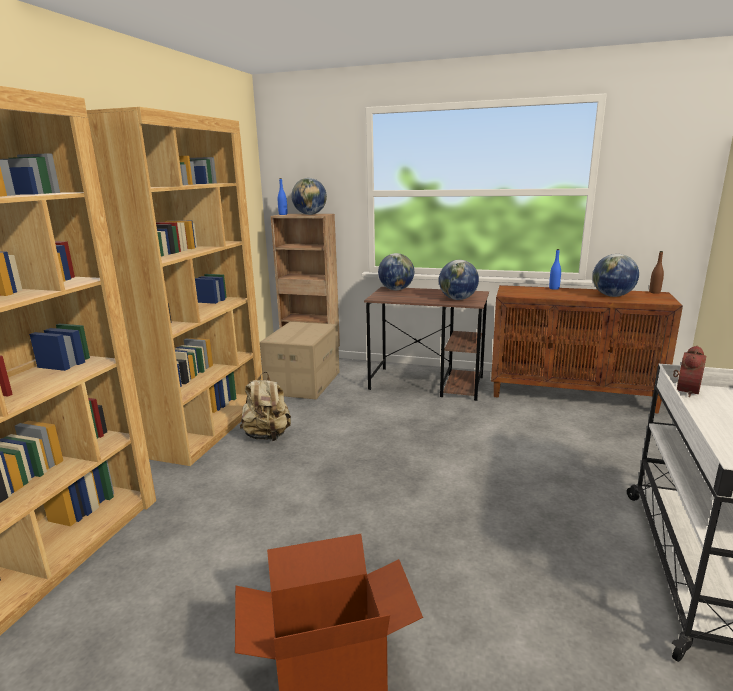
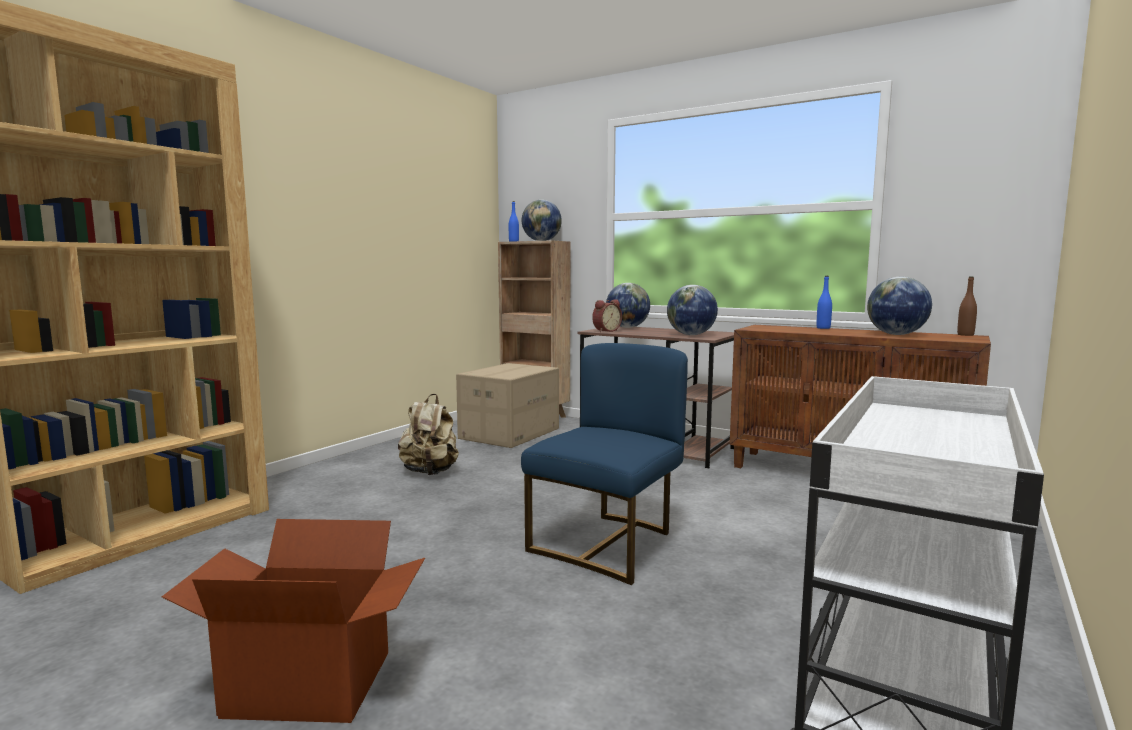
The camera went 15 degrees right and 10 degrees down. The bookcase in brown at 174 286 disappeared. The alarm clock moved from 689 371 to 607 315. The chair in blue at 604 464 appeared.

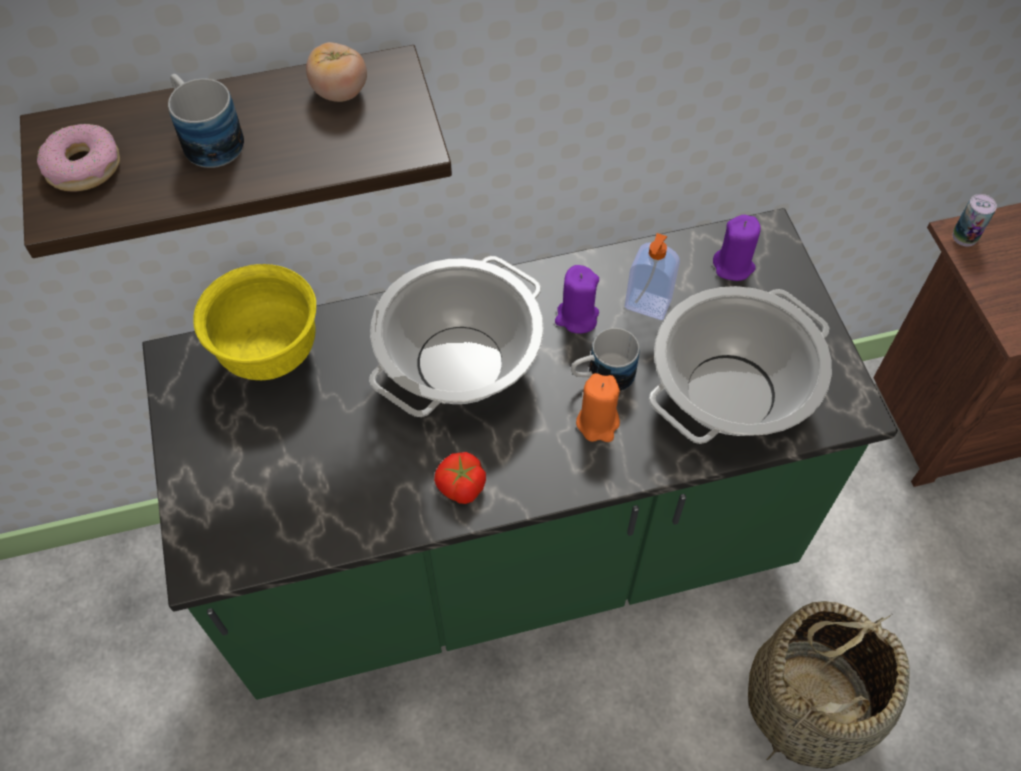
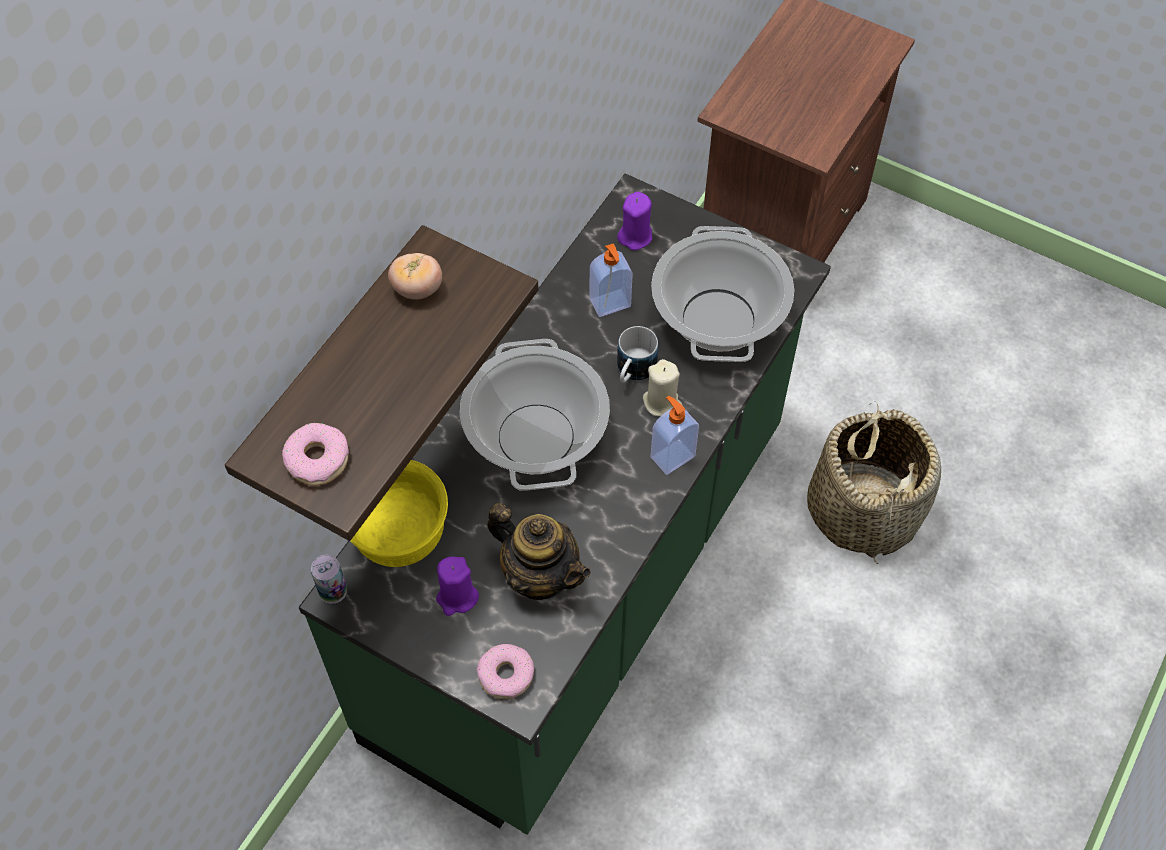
The camera went 45 degrees left and 0 degrees up. The mug at 206 121 disappeared. The tomato at 460 478 disappeared. The candle in purple moved from 577 299 to 457 586. The candle in orange at 598 407 became the candle in beige at 663 387. The can moved from 975 220 to 329 579. The donut at 505 671 appeared. The teapot at 539 551 appeared. The soap dispenser at 674 435 appeared.

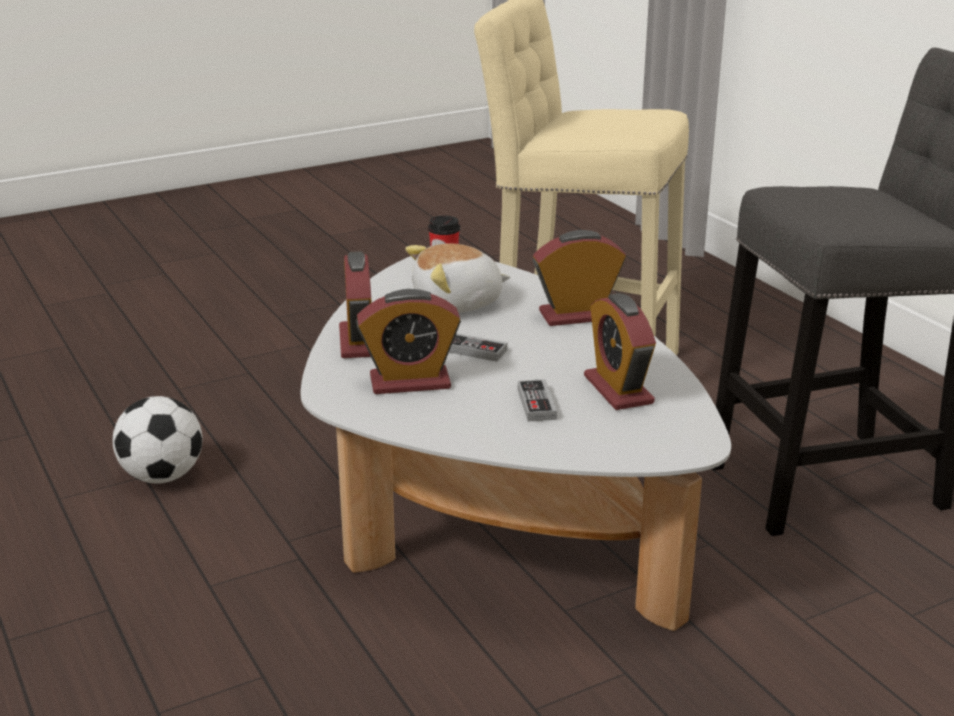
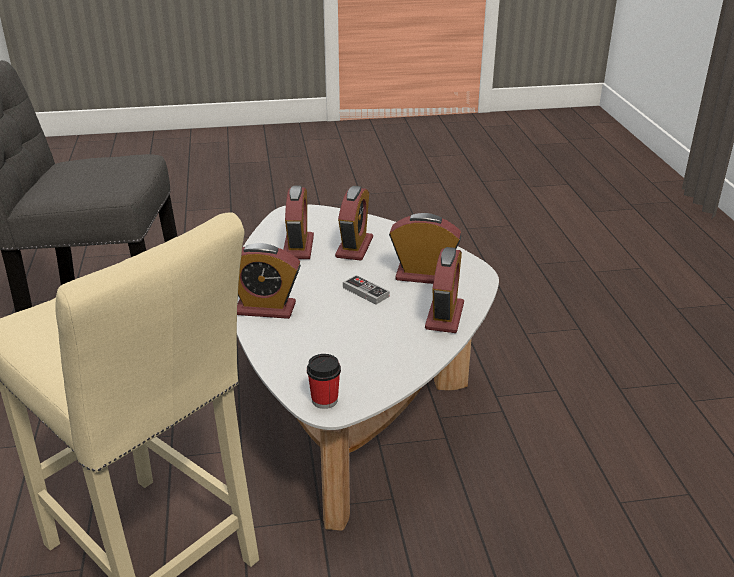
The camera went 160 degrees left and 5 degrees up. The football at 157 439 disappeared. The plush toy at 457 278 disappeared. The game controller at 537 400 was replaced by the alarm clock at 354 223.

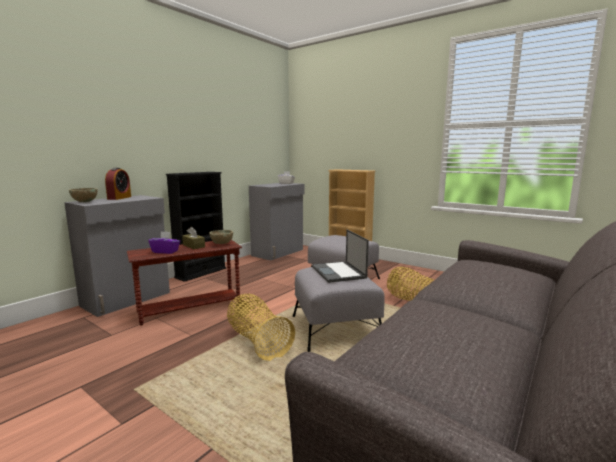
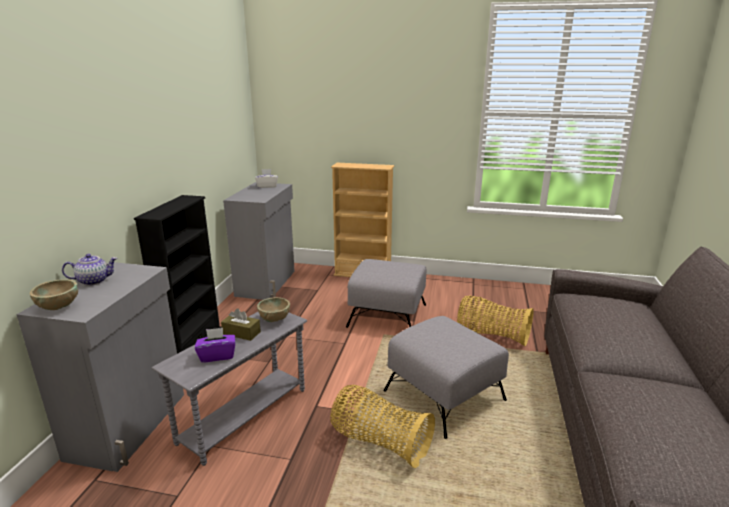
The camera went 25 degrees left and 10 degrees up. The alarm clock at 118 184 was replaced by the teapot at 89 270. The side table in brown at 184 283 became the side table in grey at 229 389. The laptop at 340 256 disappeared.

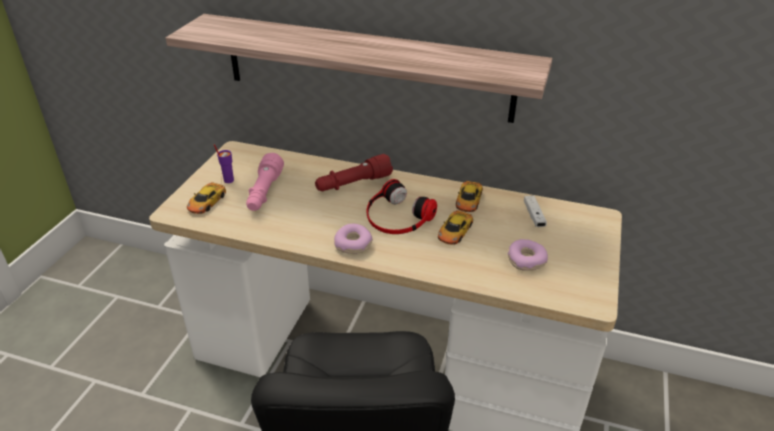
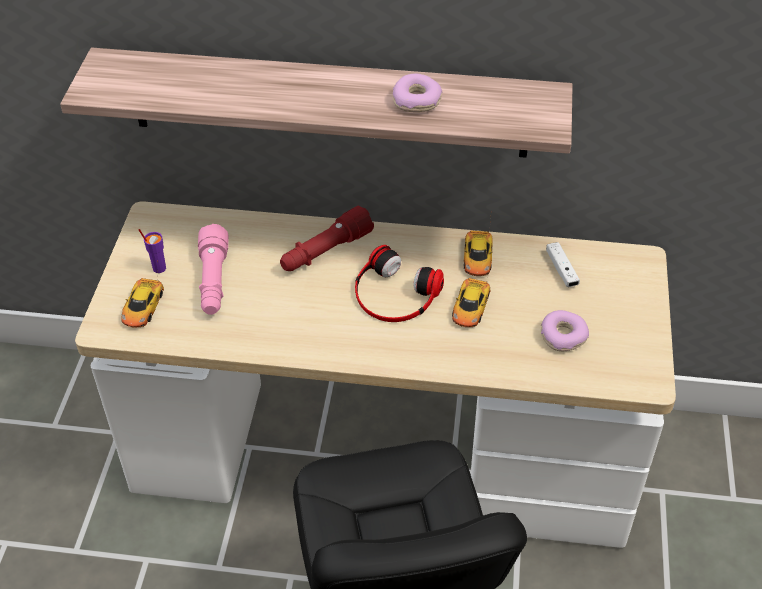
The camera went 10 degrees left and 10 degrees up. The donut moved from 353 239 to 417 92.

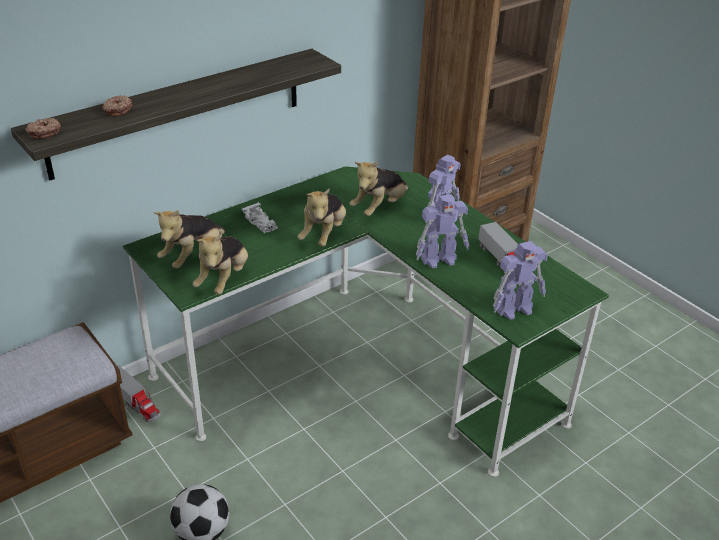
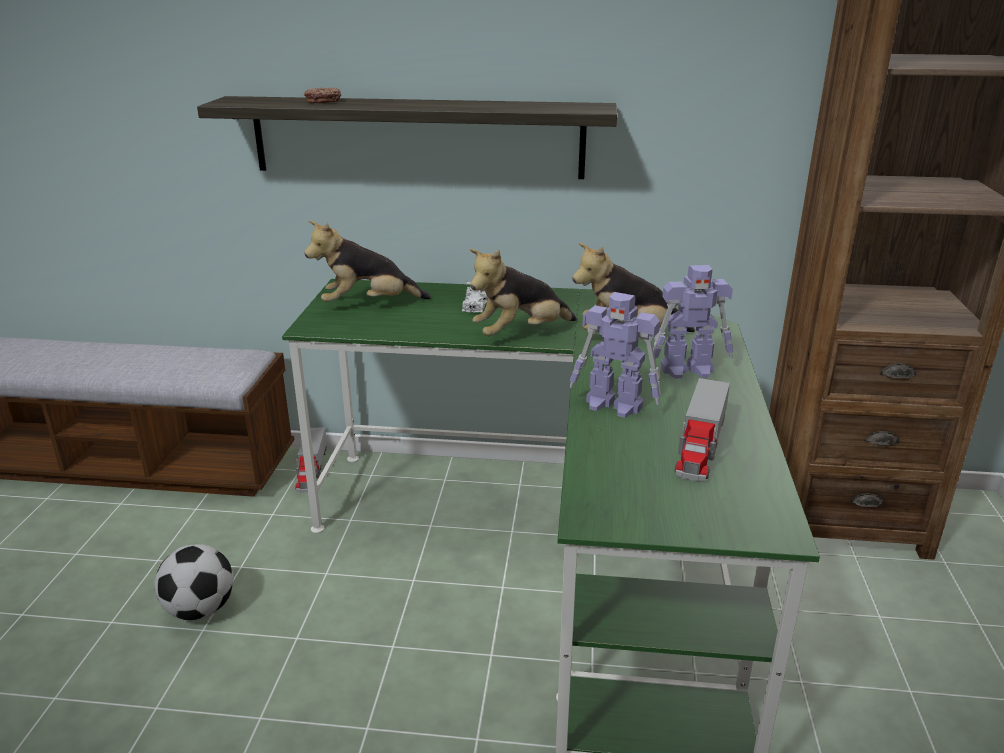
The camera went 45 degrees right and 10 degrees down. The donut at 43 128 disappeared. The plush toy at 220 264 disappeared. The toy robot at 520 280 disappeared.

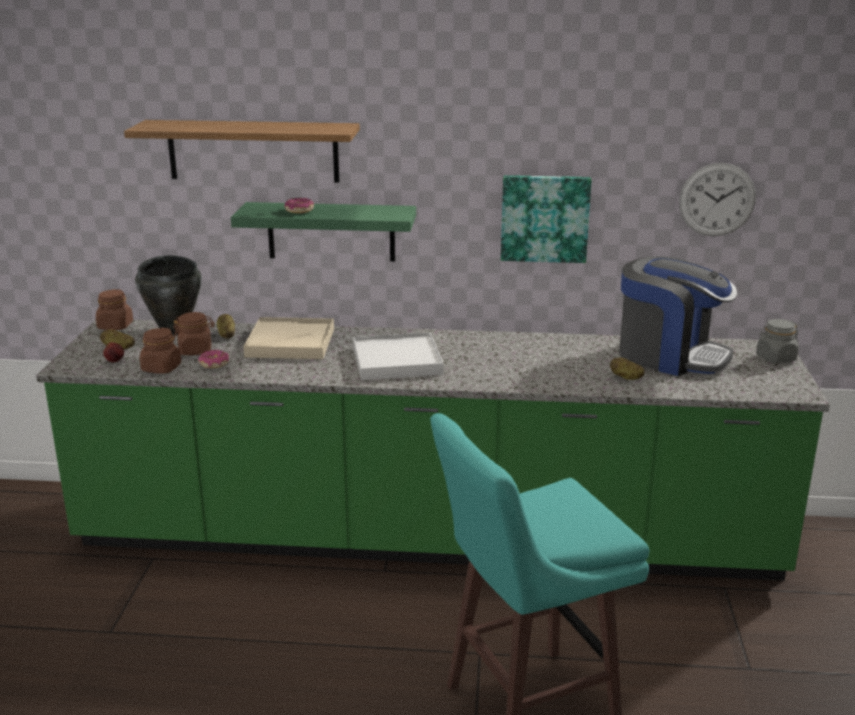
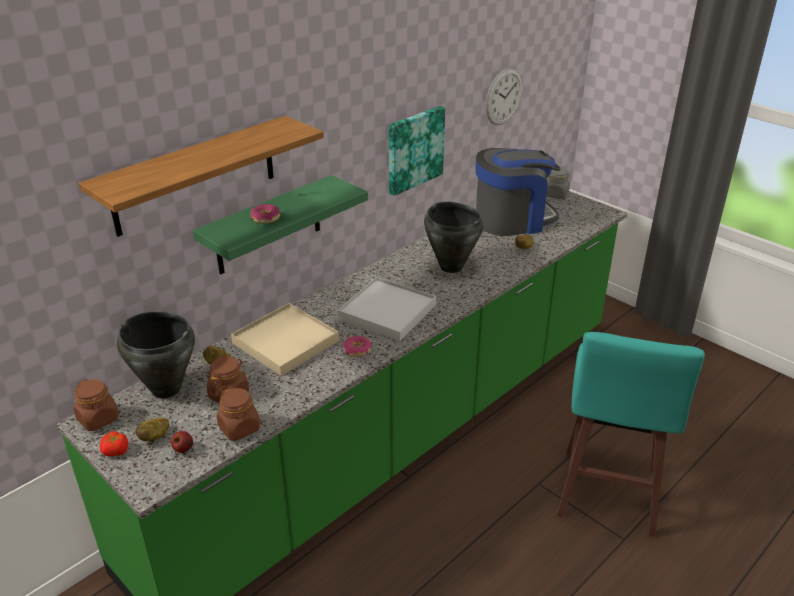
The camera went 50 degrees left and 10 degrees up. The donut moved from 213 359 to 357 346. The tomato at 114 444 appeared. The cooking pot in black at 453 237 appeared.

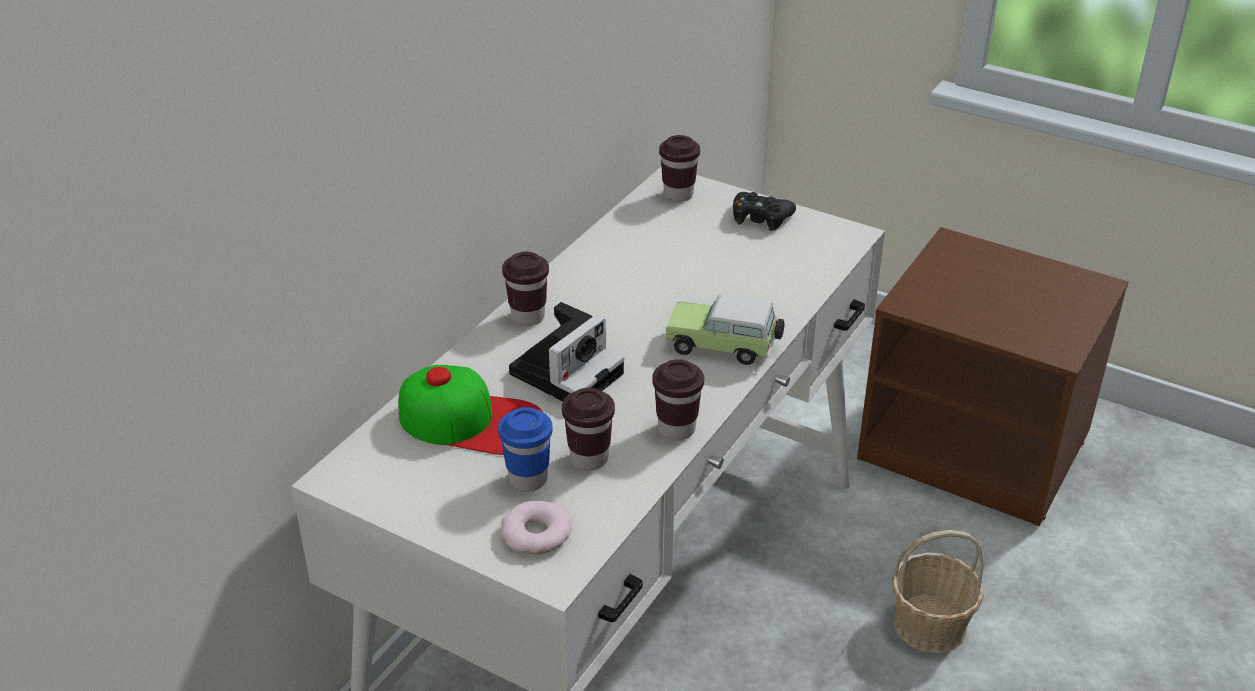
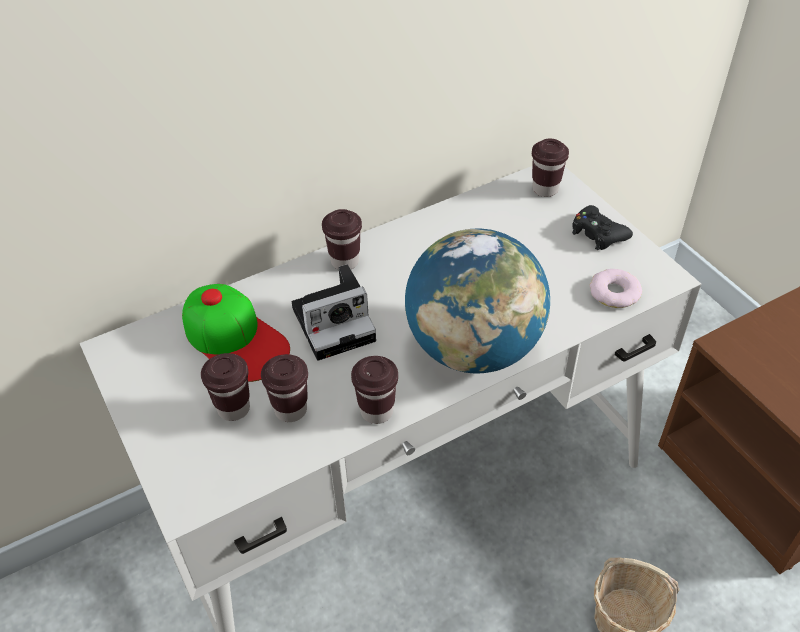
The camera went 30 degrees right and 10 degrees up. The cup in blue at 525 449 became the cup in brown at 225 387. The donut moved from 536 527 to 615 288. The toy car at 725 330 was replaced by the globe at 477 301.

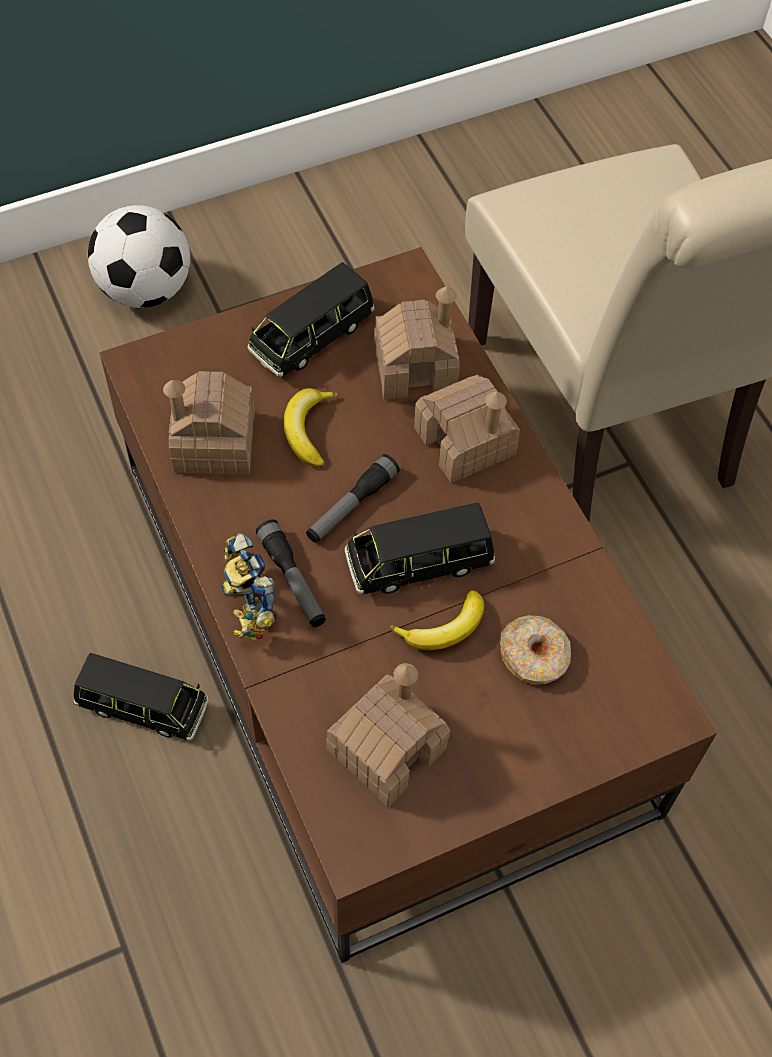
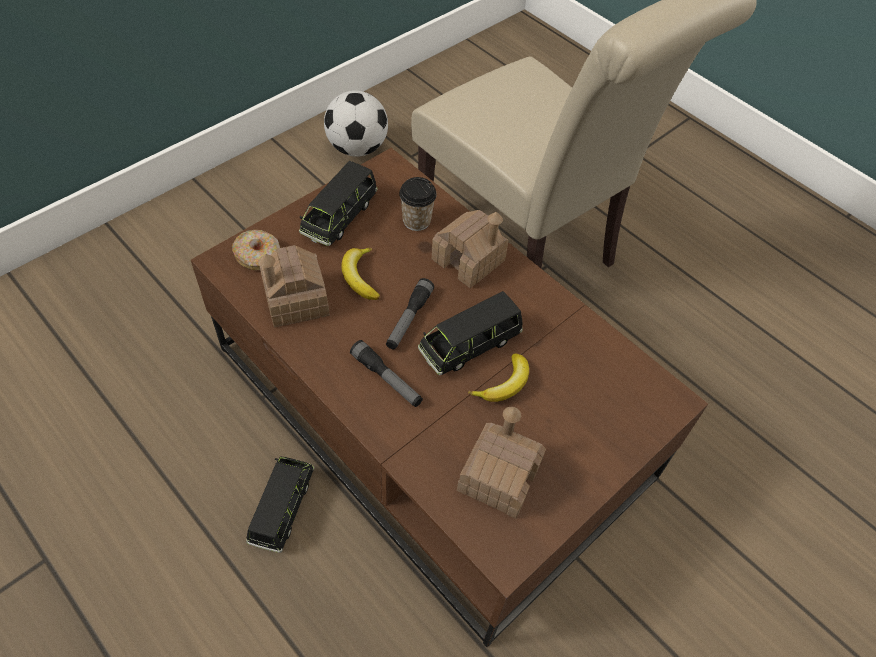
The camera went 20 degrees left and 5 degrees down. The toy car in black at 141 697 turned 75 degrees counterclockwise. The football moved from 139 256 to 356 124. The toy robot at 248 587 disappeared. The toy house at 417 343 was replaced by the cup at 418 204. The donut moved from 535 650 to 256 250.

